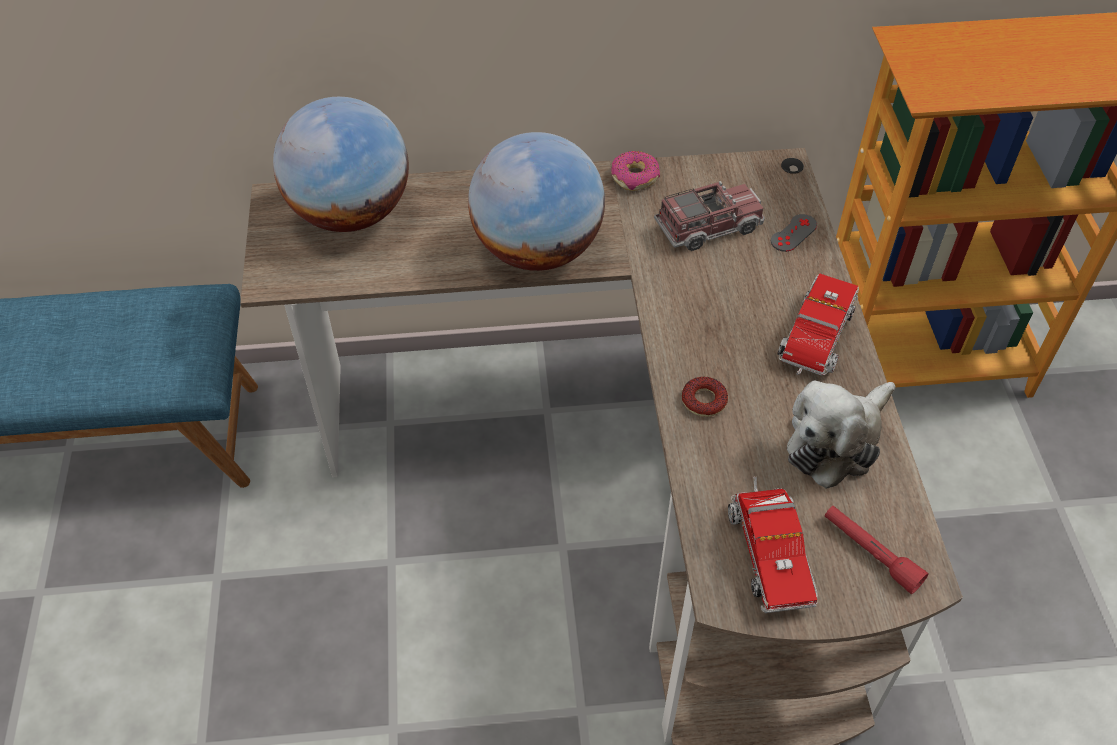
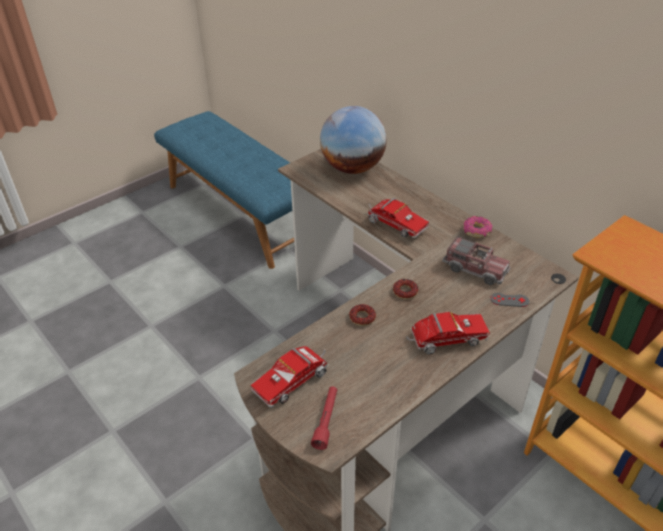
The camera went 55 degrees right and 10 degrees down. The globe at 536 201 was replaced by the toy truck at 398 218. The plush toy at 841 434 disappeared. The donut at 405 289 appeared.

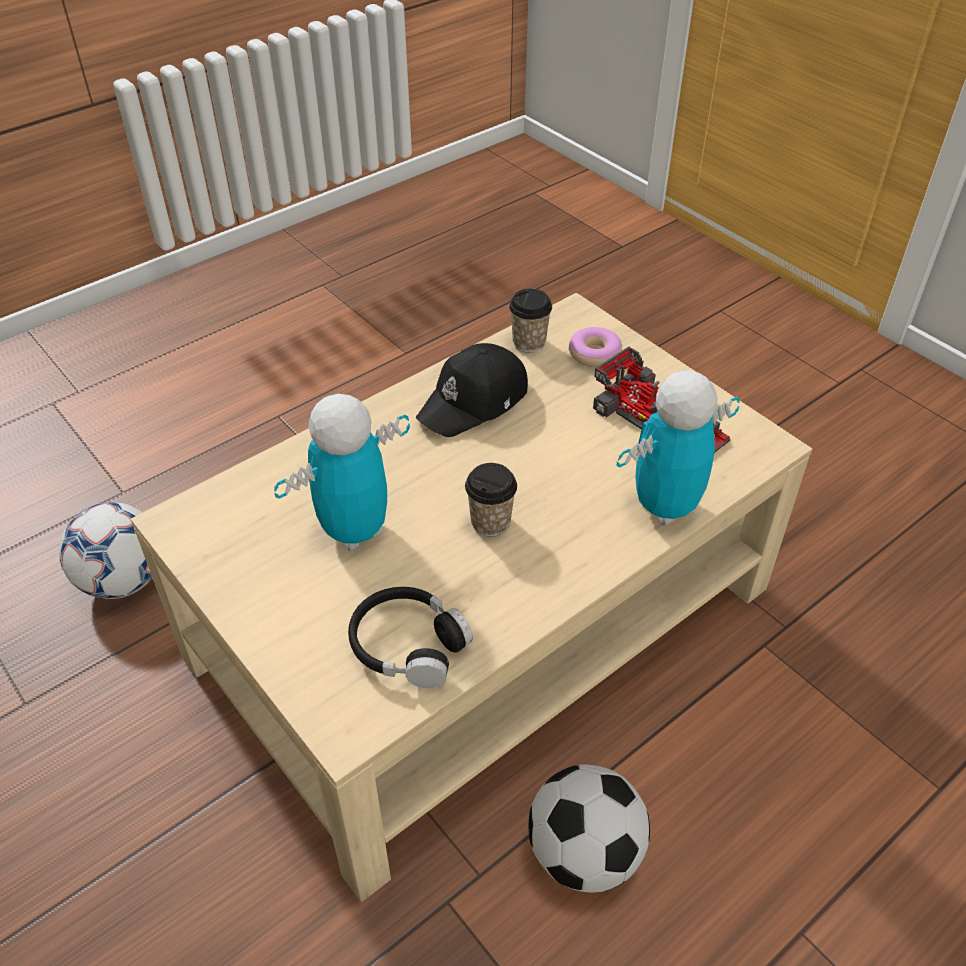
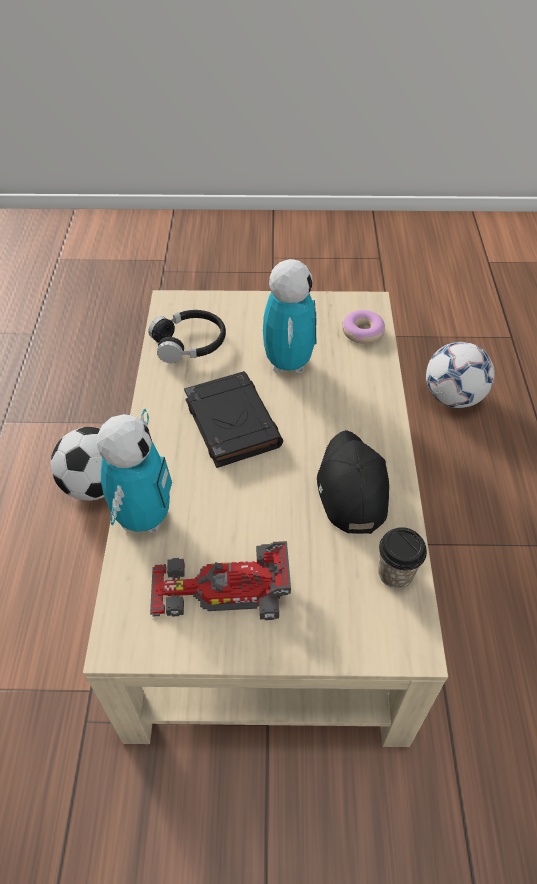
The camera went 130 degrees right and 5 degrees up. The cup at 491 500 was replaced by the book in black at 233 419. The donut moved from 595 347 to 363 327.

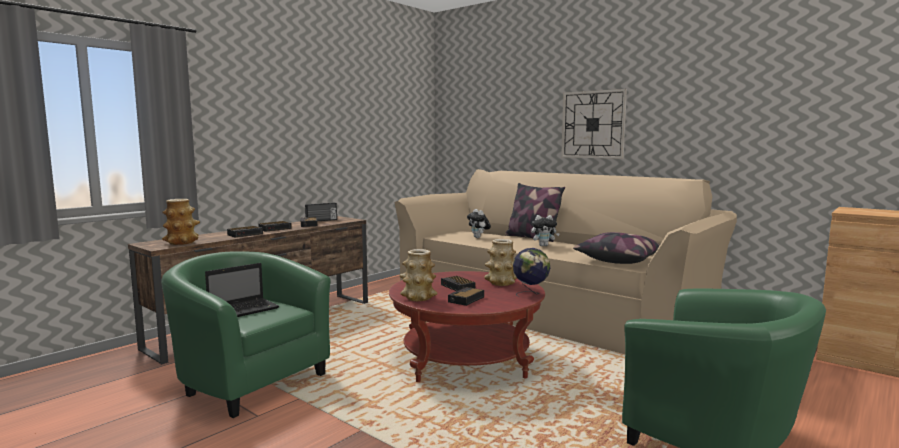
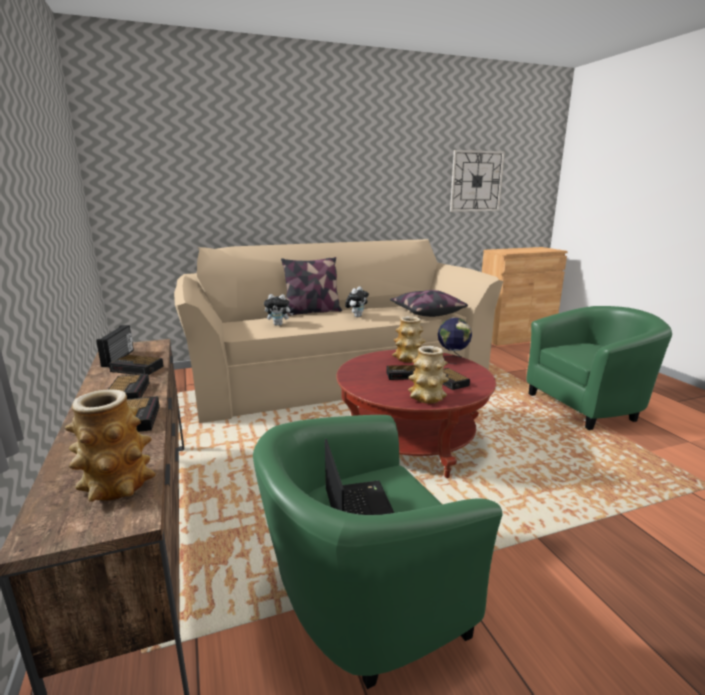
The camera went 60 degrees left and 10 degrees up. The wall clock moved from 594 124 to 477 181.

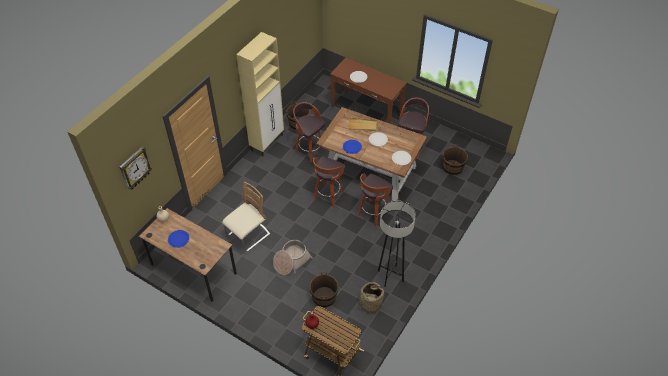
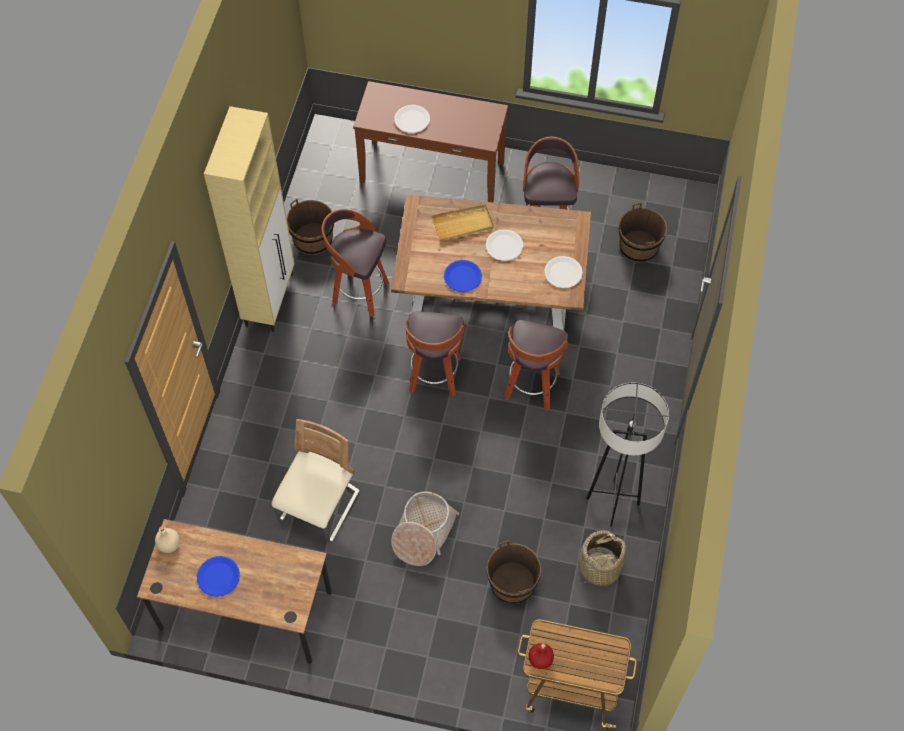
The camera went 20 degrees left and 10 degrees up. The wall clock at 135 168 disappeared.

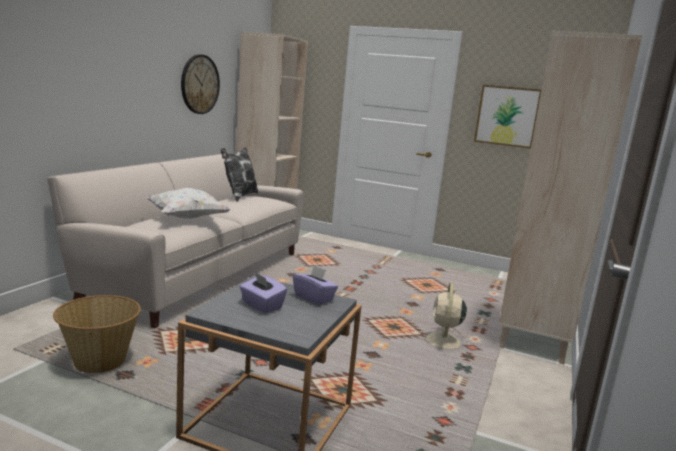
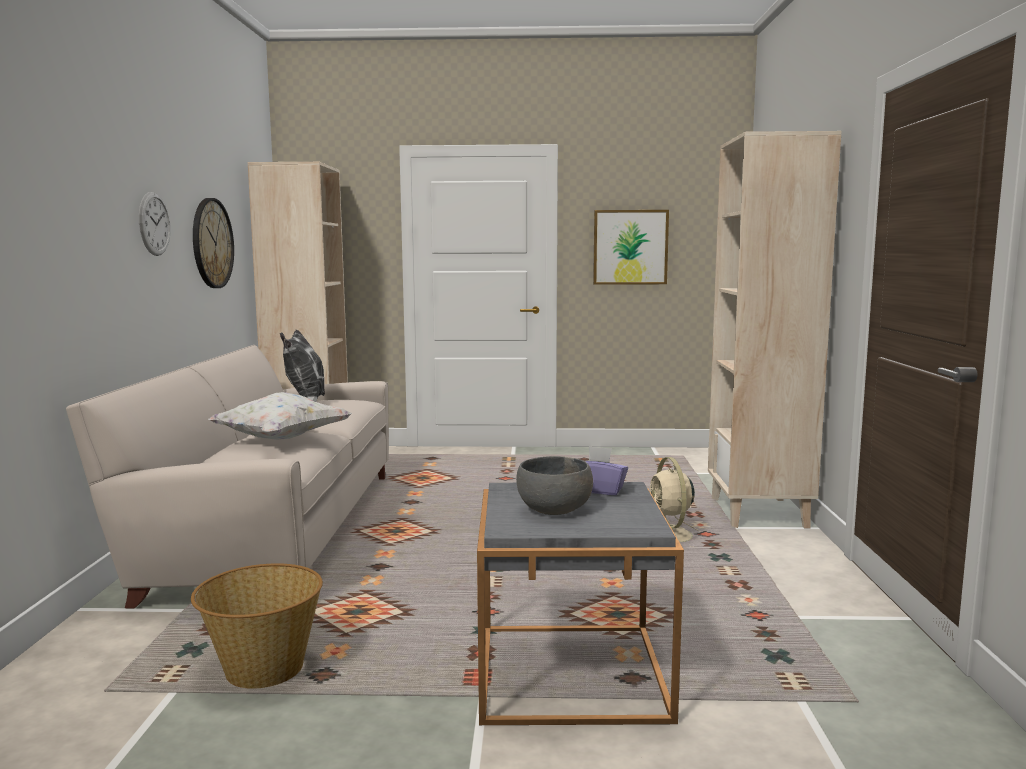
The camera went 20 degrees left and 5 degrees down. The tissue box in purple at 263 292 was replaced by the bowl in grey at 554 485. The wall clock at 155 224 appeared.

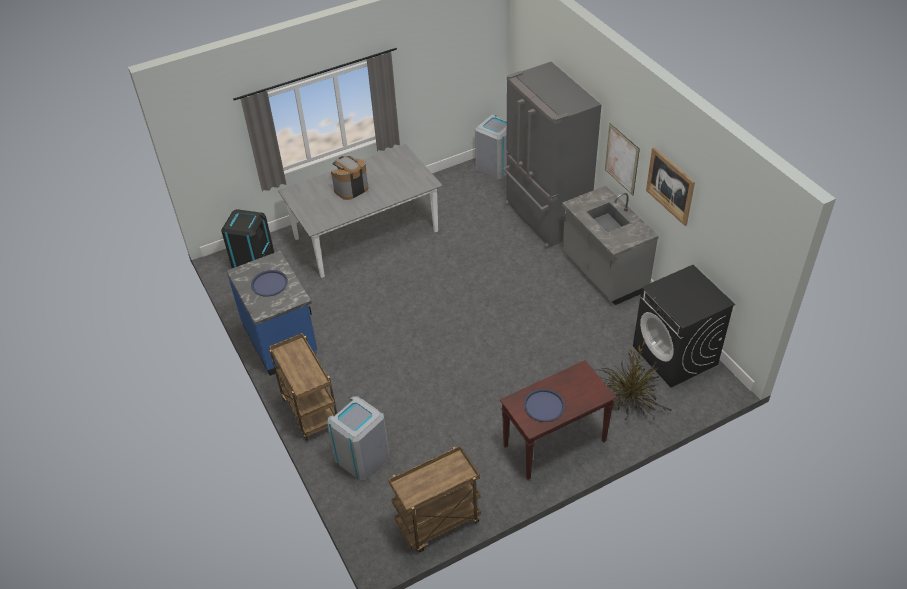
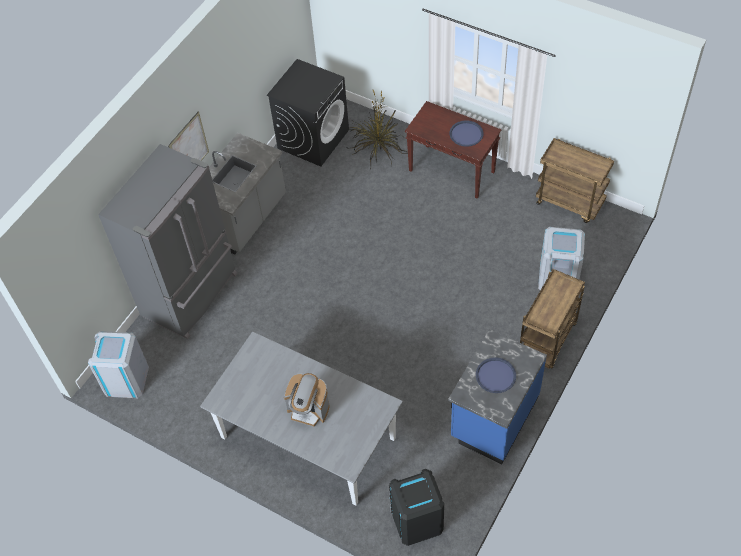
The camera went 120 degrees left and 10 degrees up. The picture at 670 186 disappeared.

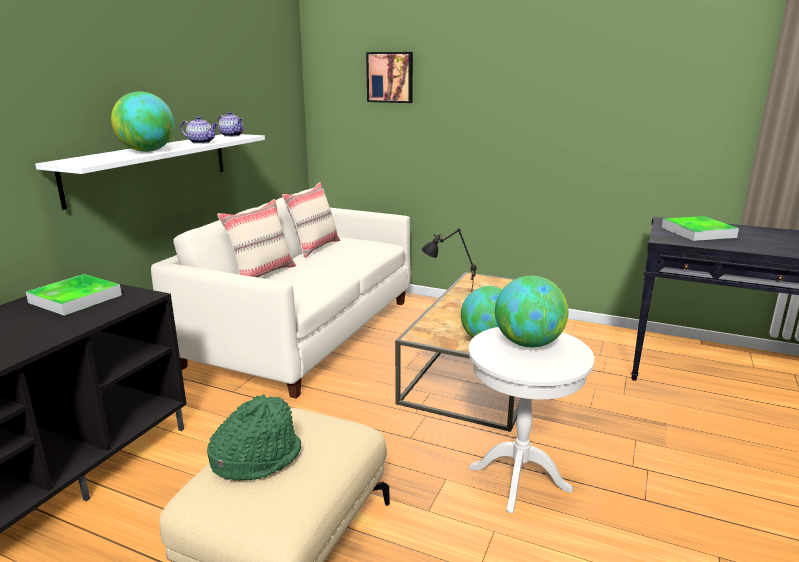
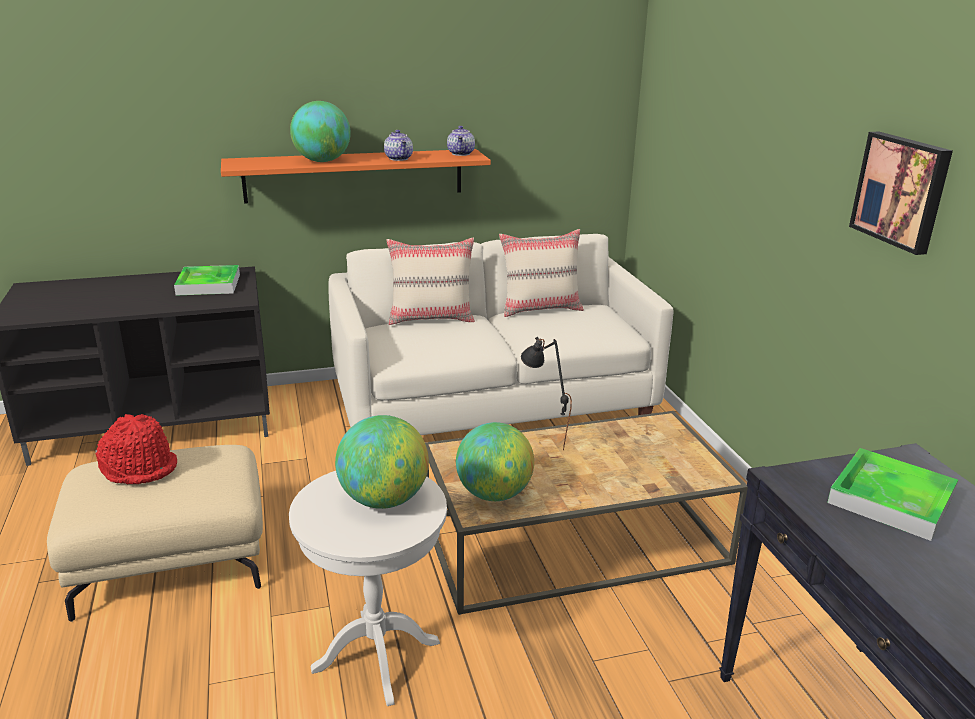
The camera went 50 degrees right and 5 degrees up. The shelf in white at 150 172 became the shelf in orange at 356 176. The hat in green at 254 437 became the hat in red at 136 449. The picture moved from 389 77 to 901 193.

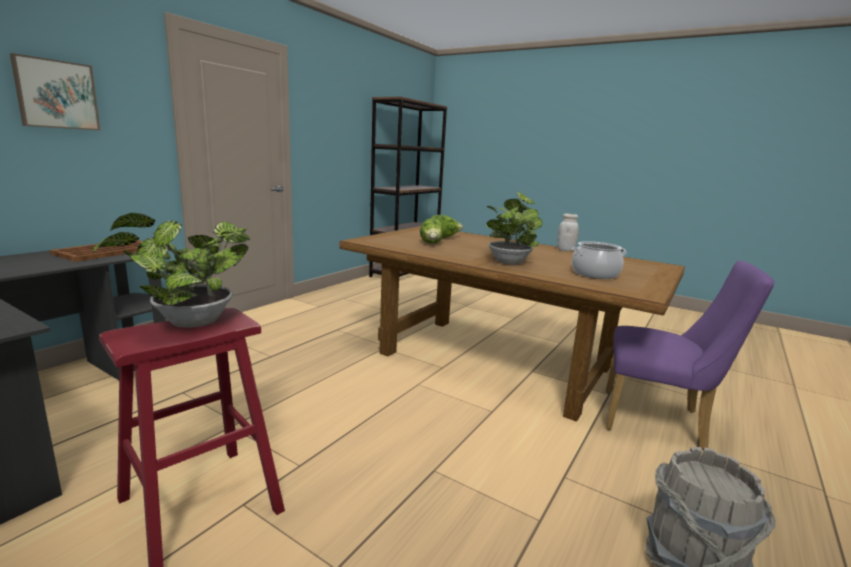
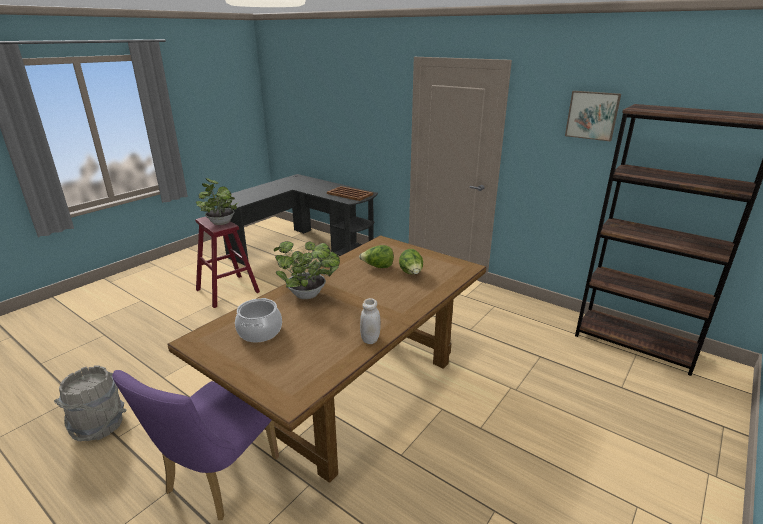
The camera went 95 degrees right and 10 degrees up. The picture moved from 55 91 to 593 116.

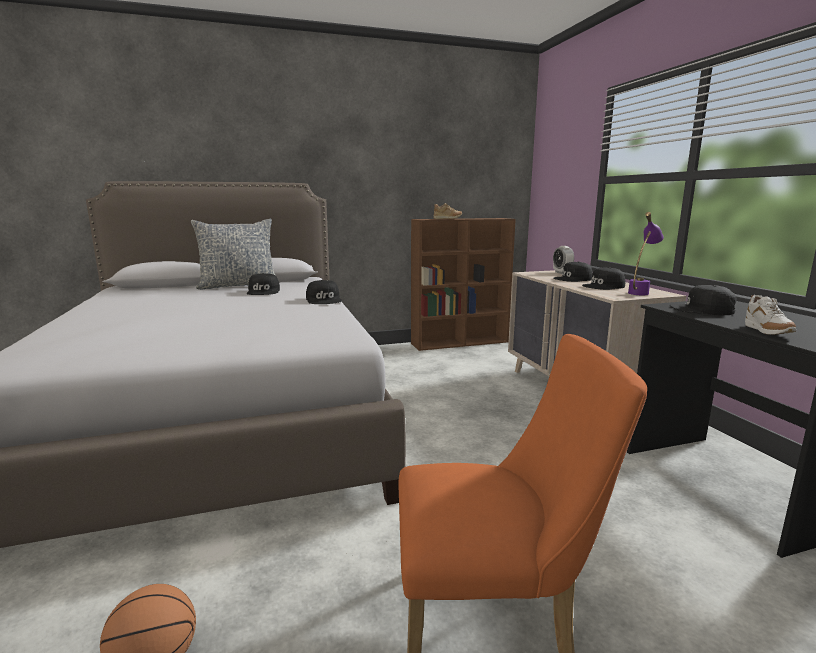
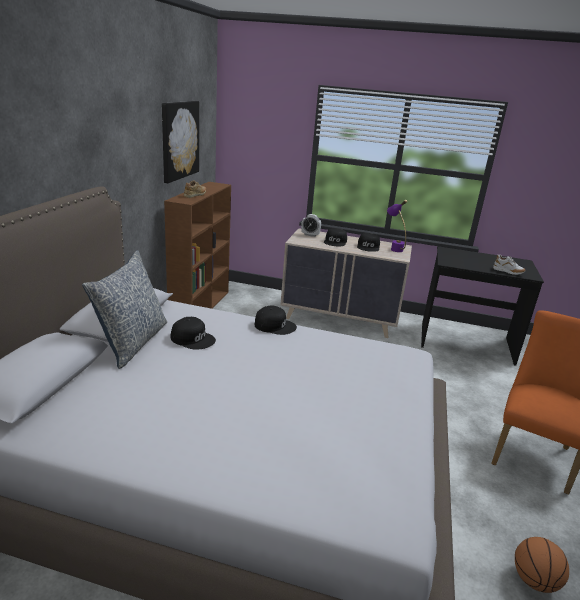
The camera went 60 degrees left and 10 degrees up. The cap in black at 703 300 disappeared. The picture at 180 142 appeared.

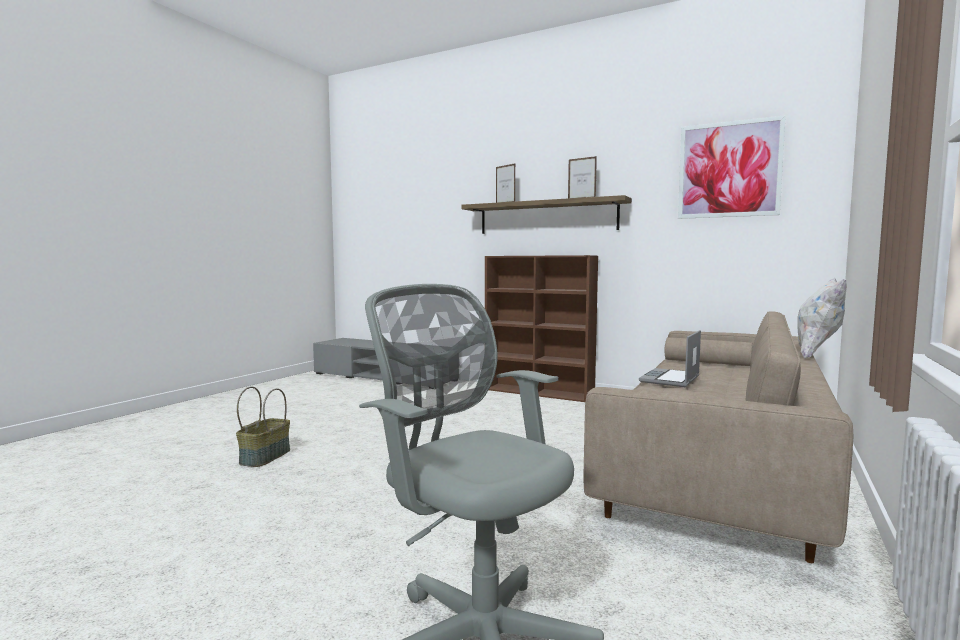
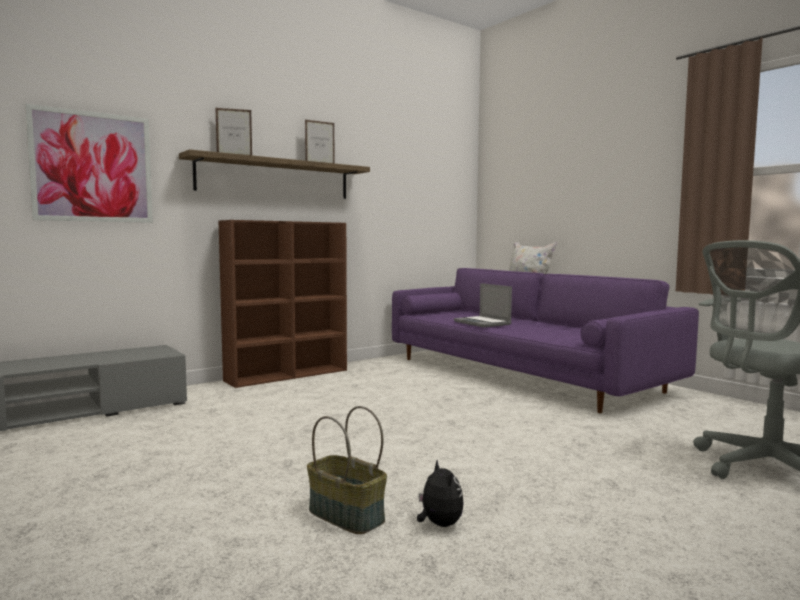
The camera went 65 degrees left and 0 degrees up. The sofa in beige at 718 437 became the sofa in purple at 545 340. The picture moved from 732 167 to 89 163. The plush toy at 440 493 appeared.

